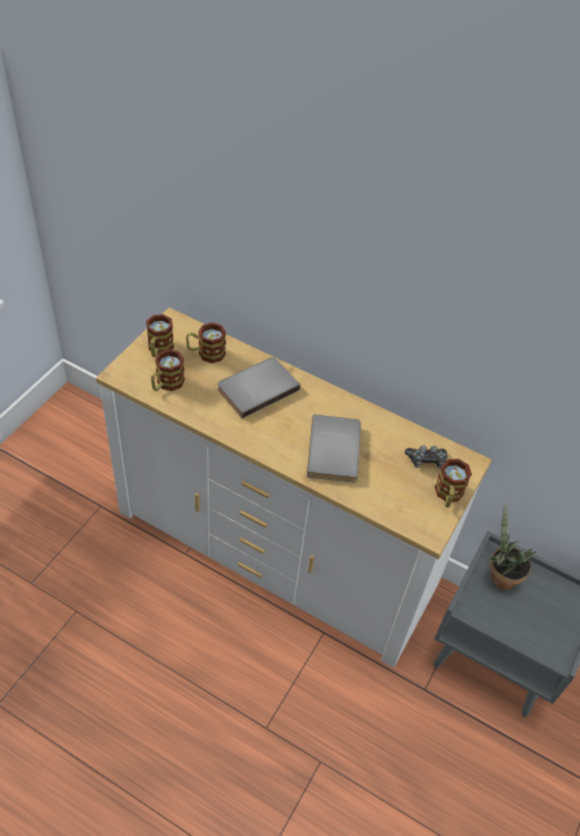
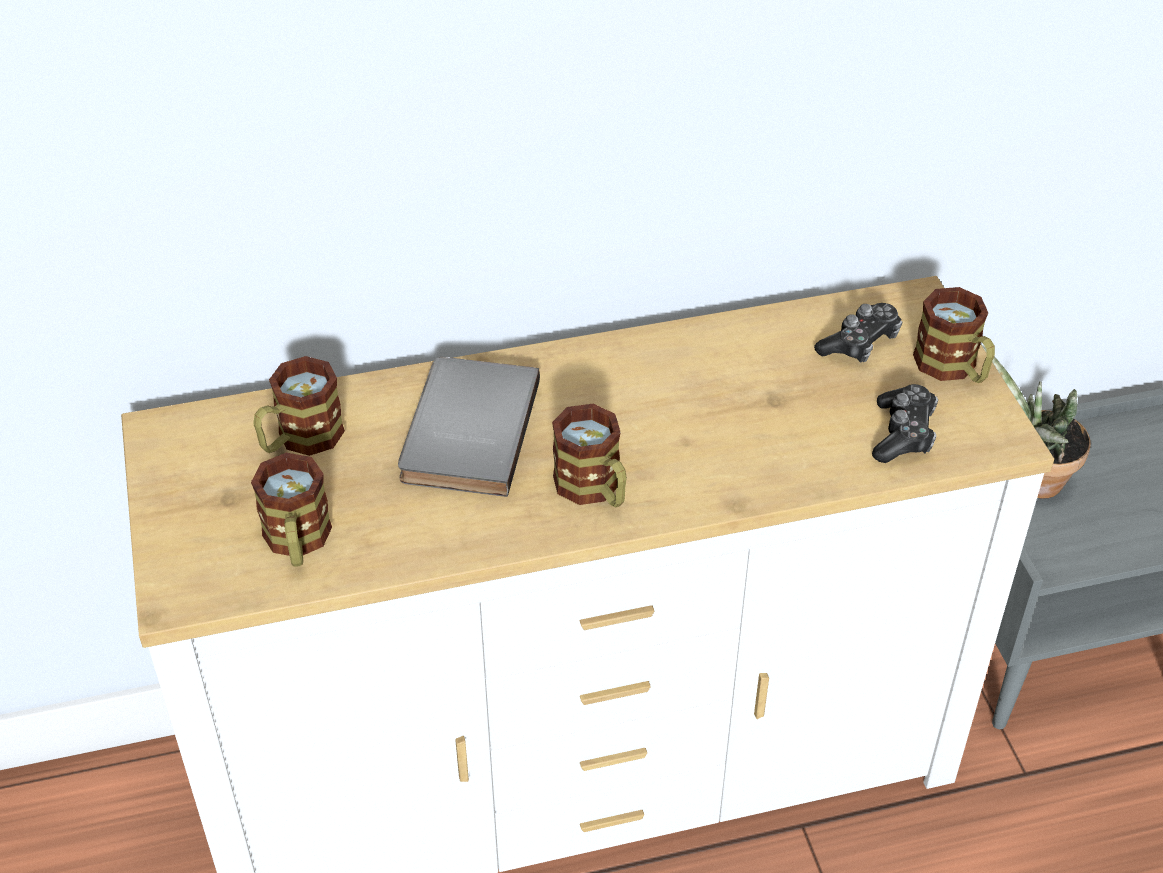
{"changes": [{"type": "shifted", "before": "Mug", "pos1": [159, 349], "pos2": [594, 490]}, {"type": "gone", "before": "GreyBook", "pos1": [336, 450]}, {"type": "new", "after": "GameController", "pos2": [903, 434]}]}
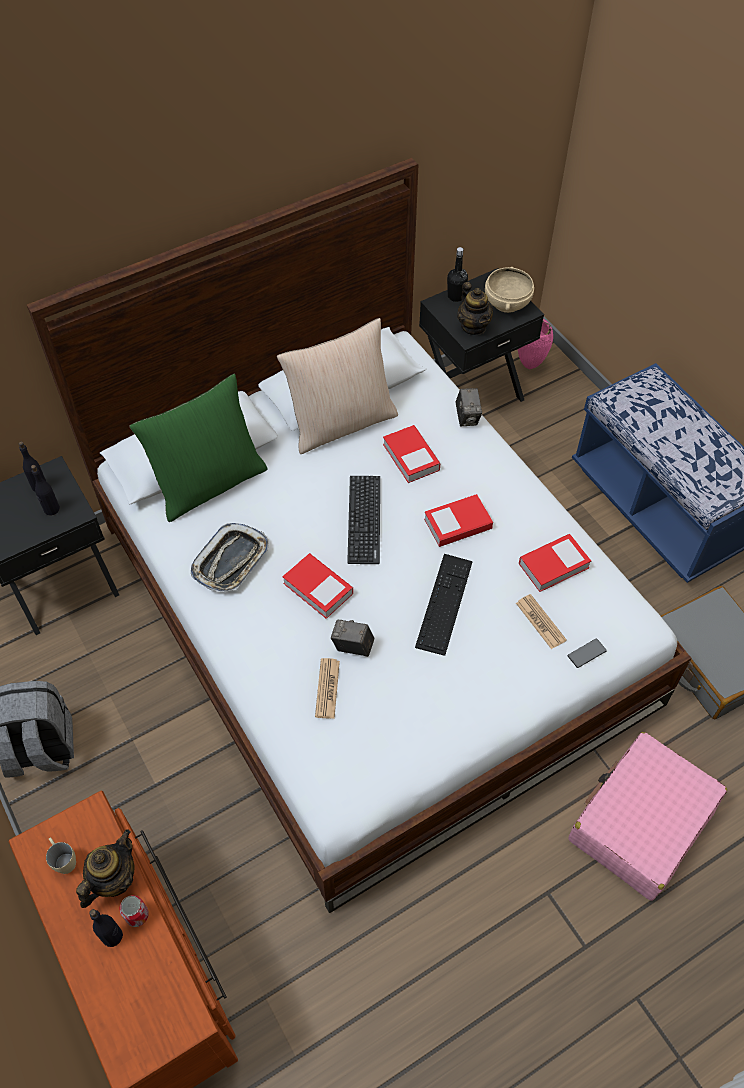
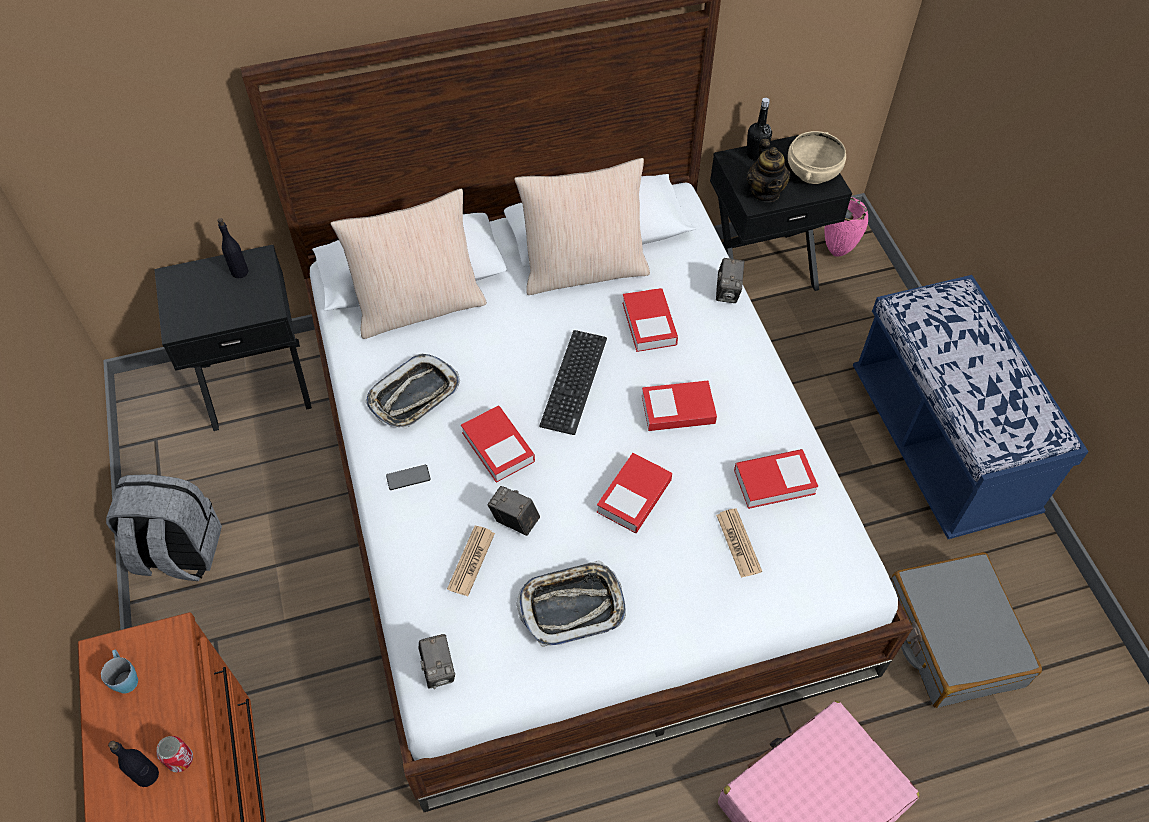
{"changes": [{"type": "repainted", "before": "GreenPillow", "after": "BeigePillow", "pos1": [209, 483], "pos2": [419, 306]}, {"type": "gone", "before": "BlackBottle", "pos1": [51, 509]}, {"type": "swapped", "before": "Keyboard", "after": "Book", "pos1": [444, 603], "pos2": [634, 496]}, {"type": "shifted", "before": "Phone", "pos1": [586, 653], "pos2": [408, 478]}, {"type": "gone", "before": "Teapot", "pos1": [113, 879]}, {"type": "repainted", "before": "BeigeMug", "after": "BlueMug", "pos1": [63, 860], "pos2": [125, 677]}, {"type": "new", "after": "Tray", "pos2": [572, 606]}, {"type": "new", "after": "PhotoCamera", "pos2": [439, 669]}]}
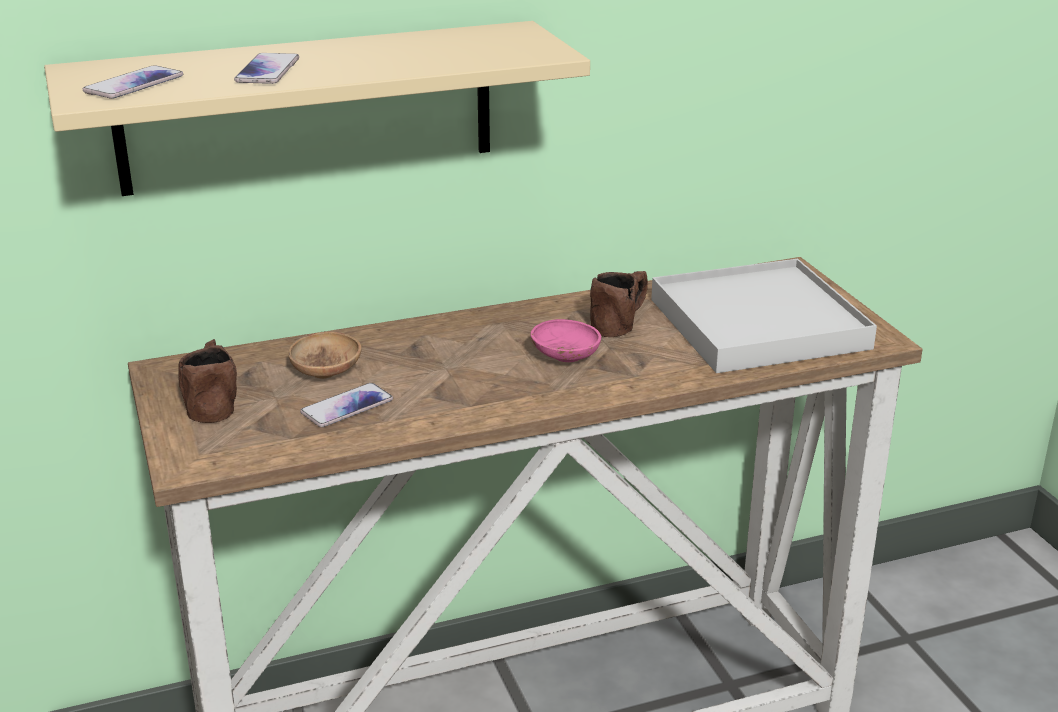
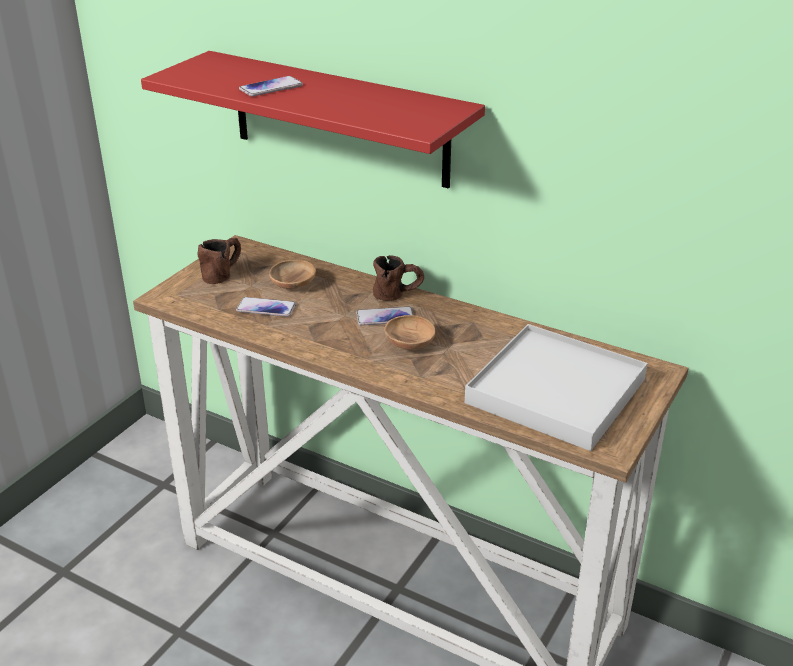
{"changes": [{"type": "repainted", "before": "BeigeShelf", "after": "RedShelf", "pos1": [307, 108], "pos2": [339, 119]}, {"type": "shifted", "before": "Phone", "pos1": [134, 84], "pos2": [385, 317]}, {"type": "shifted", "before": "BrownMug", "pos1": [621, 323], "pos2": [398, 294]}, {"type": "repainted", "before": "PinkBowl", "after": "BrownBowl", "pos1": [565, 357], "pos2": [409, 344]}]}
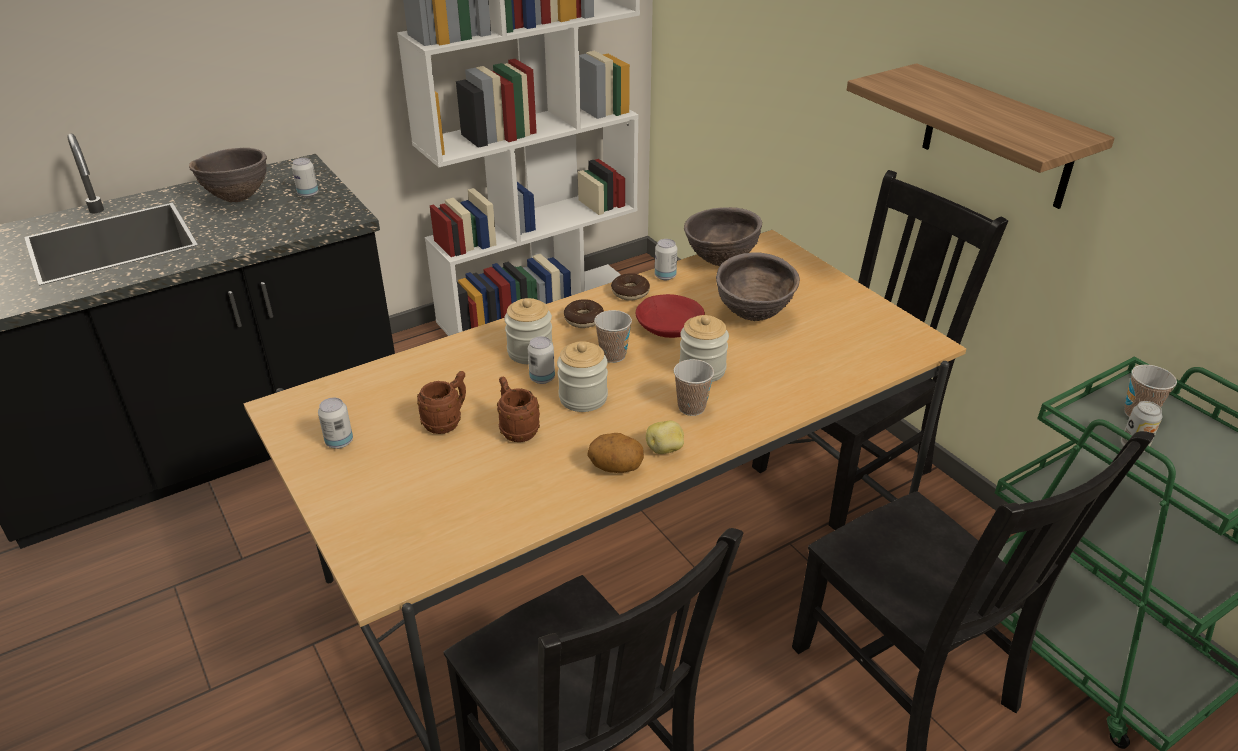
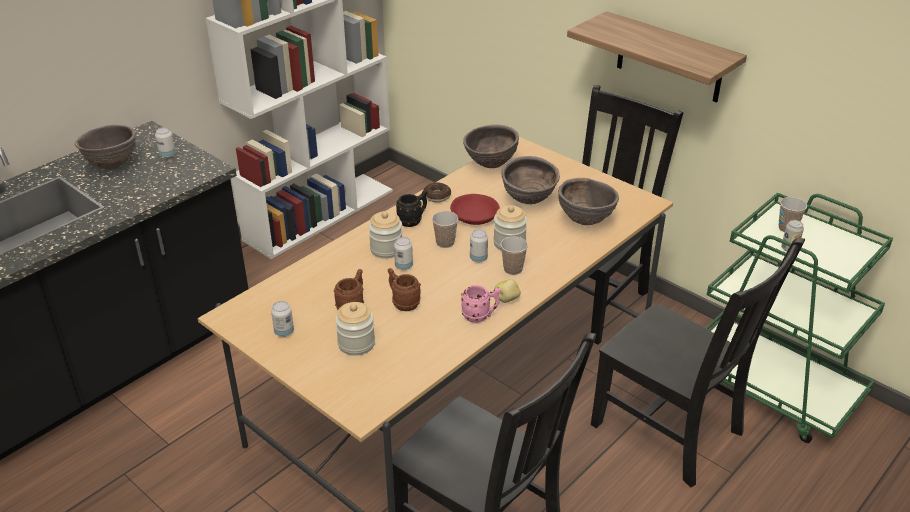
{"changes": [{"type": "shifted", "before": "Can", "pos1": [665, 276], "pos2": [478, 258]}, {"type": "swapped", "before": "Donut", "after": "BlackMug", "pos1": [583, 319], "pos2": [413, 220]}, {"type": "shifted", "before": "Jar", "pos1": [583, 398], "pos2": [356, 344]}, {"type": "swapped", "before": "Potato", "after": "PinkMug", "pos1": [616, 467], "pos2": [480, 316]}, {"type": "new", "after": "BrownBowl", "pos2": [585, 221]}]}
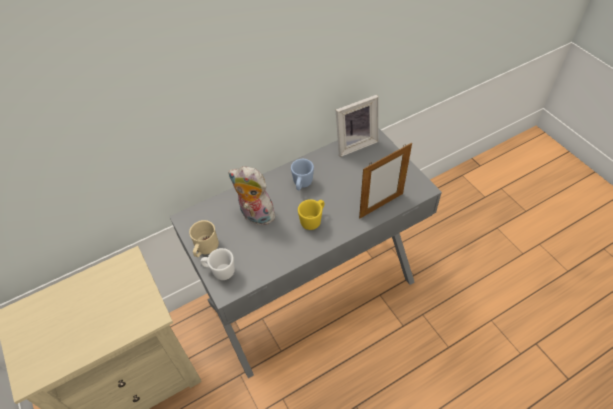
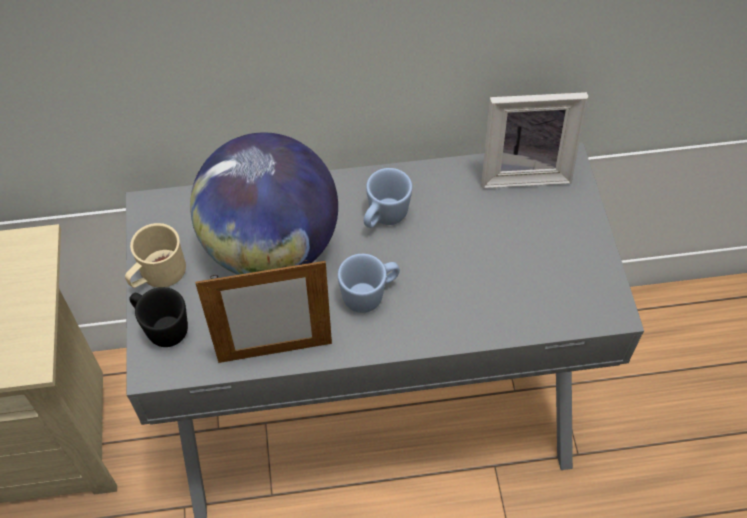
{"changes": [{"type": "shifted", "before": "PictureFrame", "pos1": [381, 205], "pos2": [275, 352]}, {"type": "swapped", "before": "PlushToy", "after": "Globe", "pos1": [255, 216], "pos2": [271, 247]}, {"type": "repainted", "before": "YellowMug", "after": "BlueMug", "pos1": [313, 220], "pos2": [370, 295]}, {"type": "repainted", "before": "WhiteMug", "after": "BlackMug", "pos1": [220, 271], "pos2": [162, 327]}]}
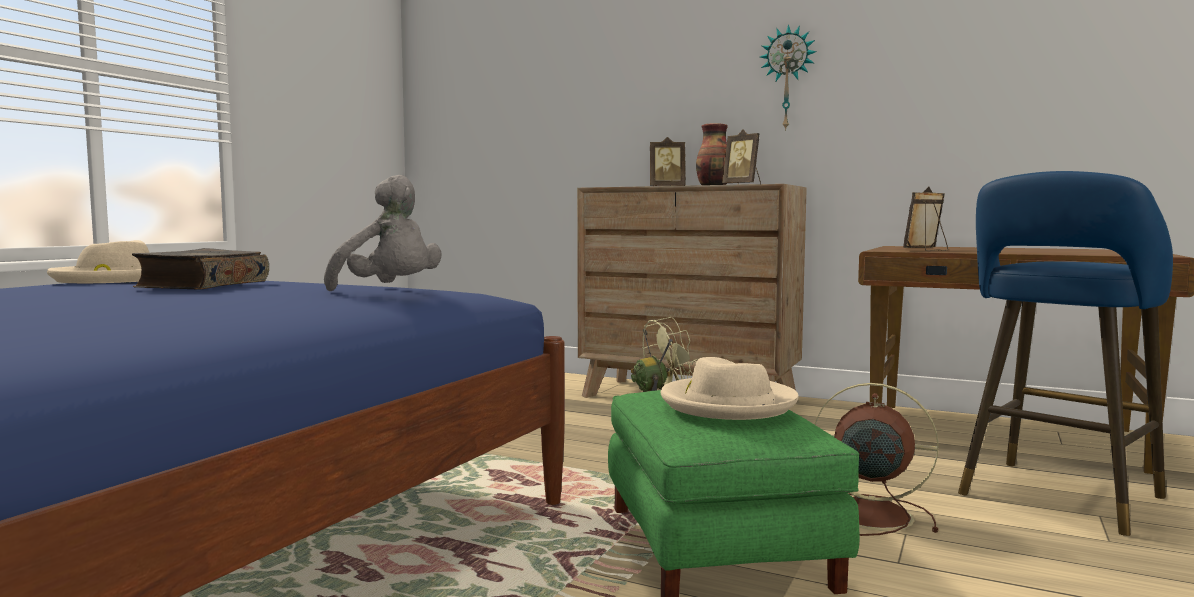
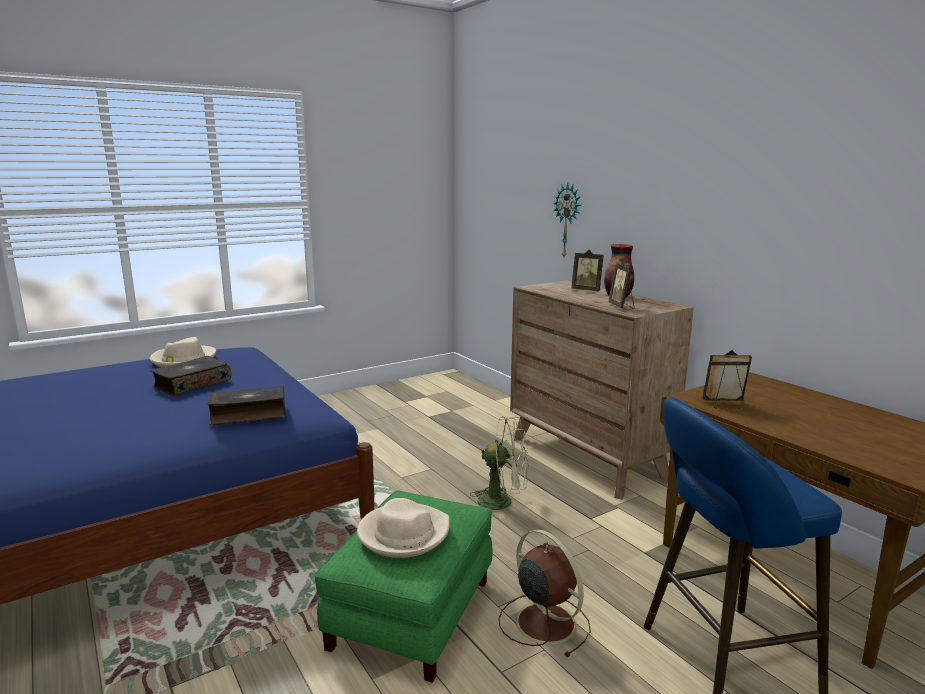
{"changes": [{"type": "shifted", "before": "WallClock", "pos1": [788, 78], "pos2": [568, 221]}, {"type": "swapped", "before": "GreyPlushToy", "after": "Book", "pos1": [390, 291], "pos2": [248, 414]}]}
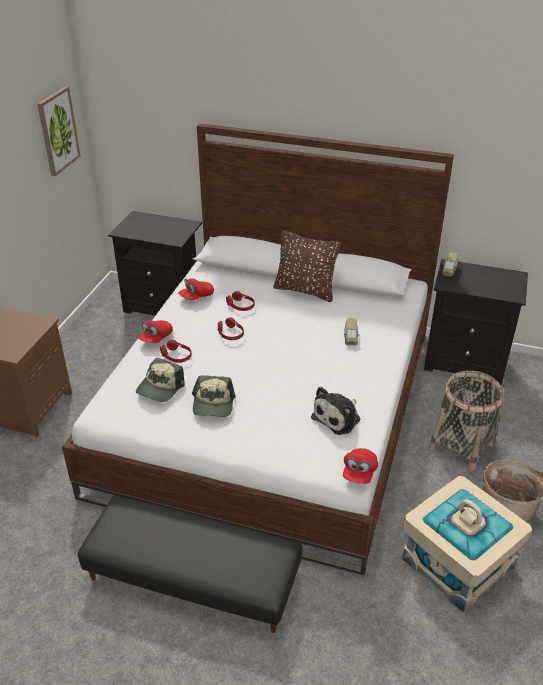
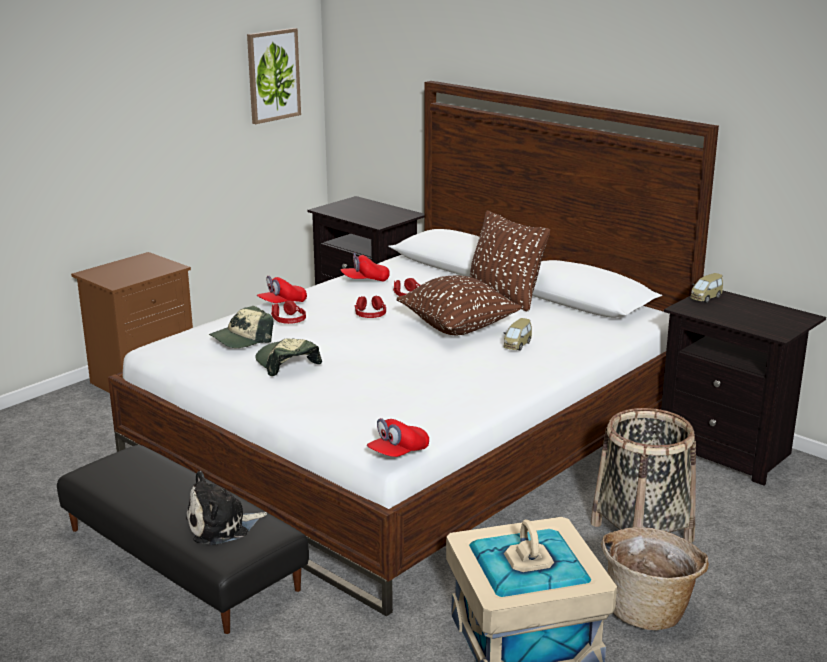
{"changes": [{"type": "rotated", "before": "Cap", "pos1": [213, 404], "pos2": [286, 363], "turn": 120}, {"type": "shifted", "before": "PlushToy", "pos1": [338, 417], "pos2": [222, 526]}, {"type": "new", "after": "BrownPillow", "pos2": [458, 327]}]}
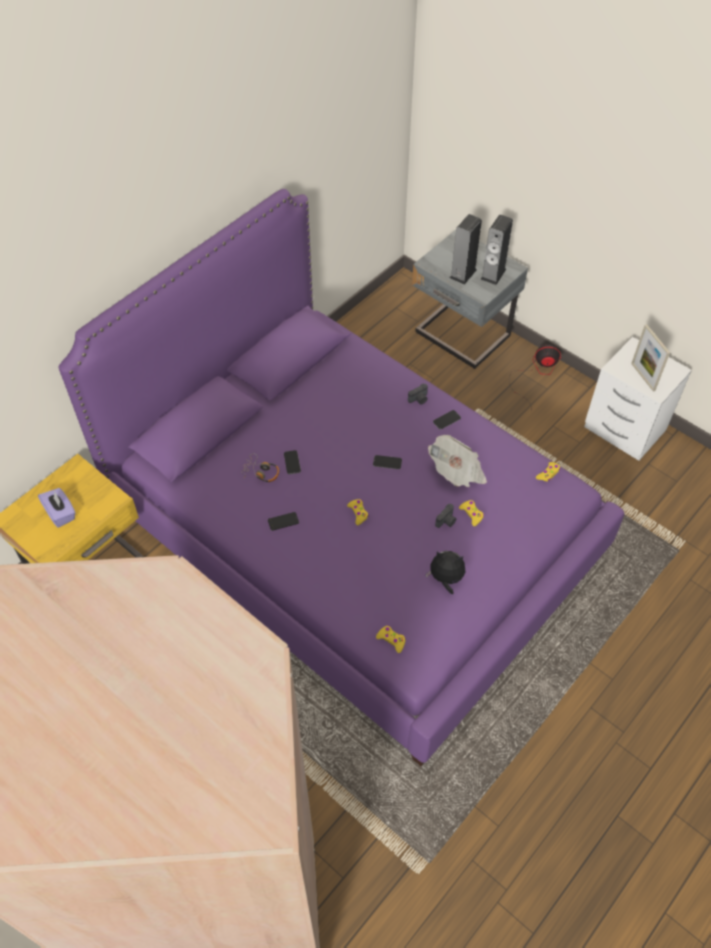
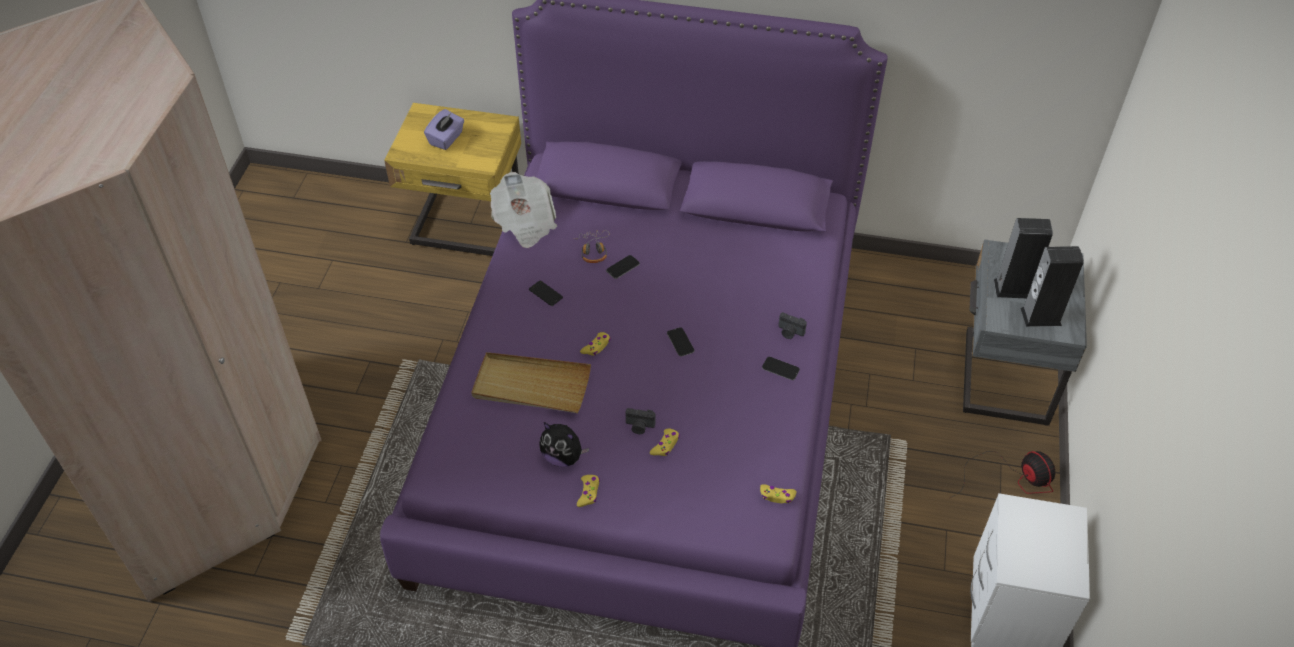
{"changes": [{"type": "gone", "before": "PictureFrame", "pos1": [643, 377]}, {"type": "shifted", "before": "Newspaper", "pos1": [457, 472], "pos2": [525, 223]}, {"type": "rotated", "before": "PlushToy", "pos1": [446, 579], "pos2": [563, 457], "turn": 135}, {"type": "shifted", "before": "YellowGameController", "pos1": [391, 640], "pos2": [588, 493]}, {"type": "new", "after": "BeigeTray", "pos2": [531, 386]}]}
